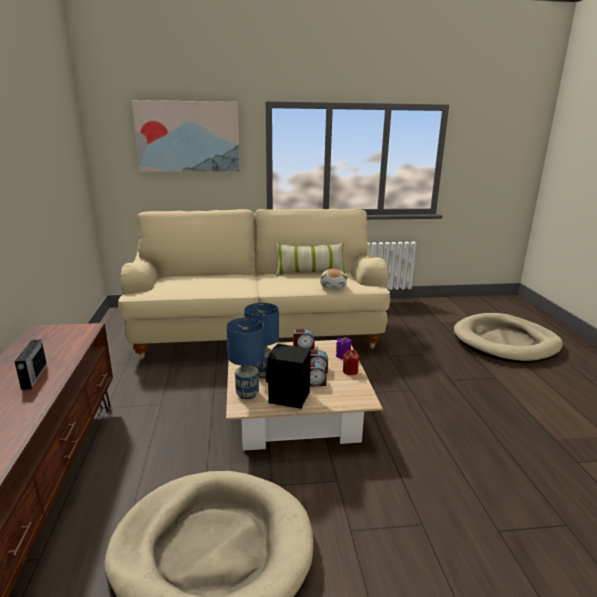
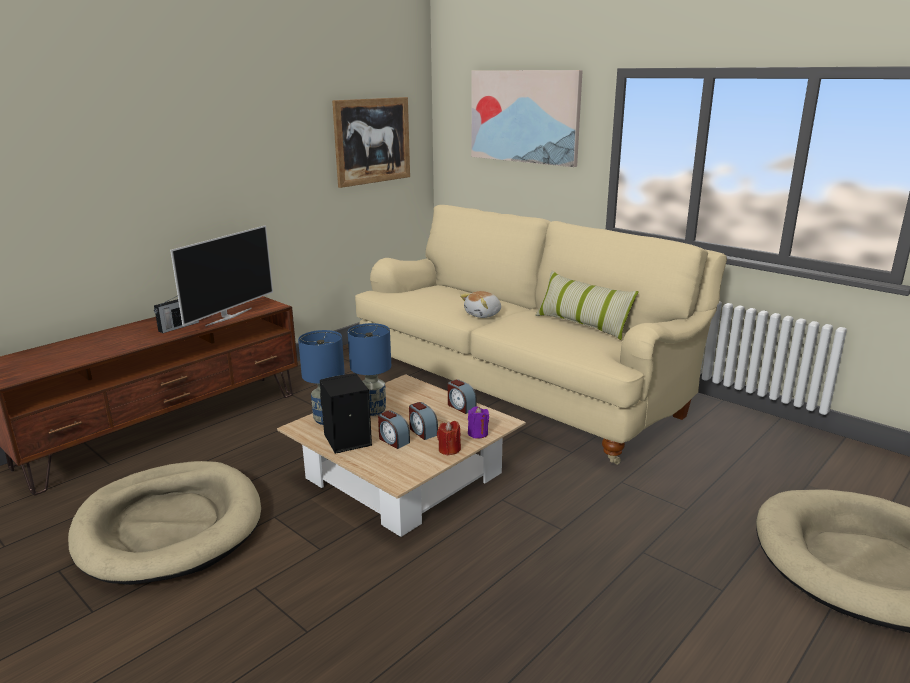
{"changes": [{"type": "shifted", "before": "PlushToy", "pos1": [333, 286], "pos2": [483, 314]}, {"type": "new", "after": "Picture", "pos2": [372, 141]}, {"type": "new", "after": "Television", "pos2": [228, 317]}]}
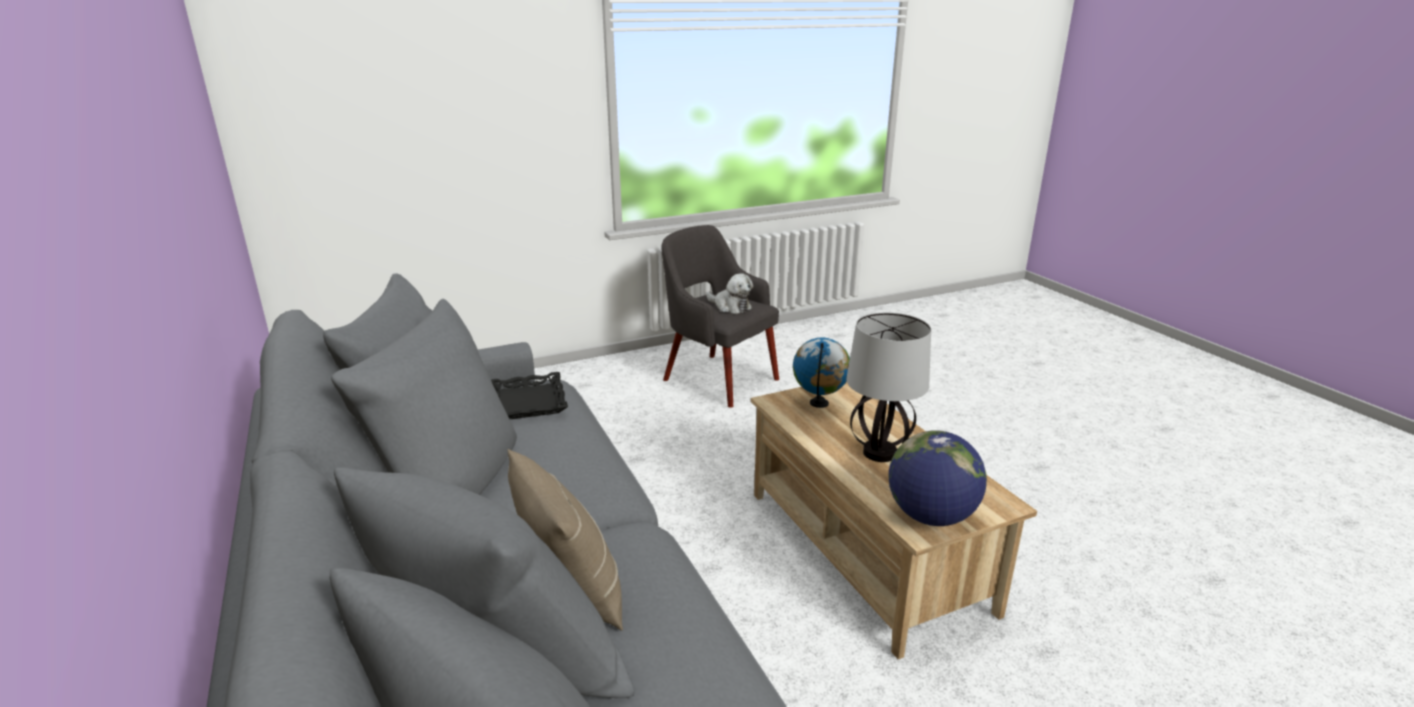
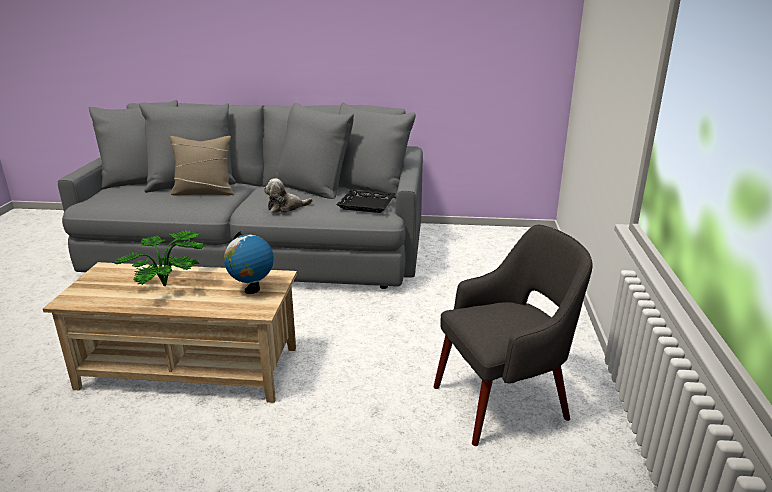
{"changes": [{"type": "shifted", "before": "PlushToy", "pos1": [730, 307], "pos2": [286, 207]}, {"type": "swapped", "before": "TableLamp", "after": "PottedPlant", "pos1": [880, 453], "pos2": [169, 286]}, {"type": "gone", "before": "Globe", "pos1": [931, 516]}]}
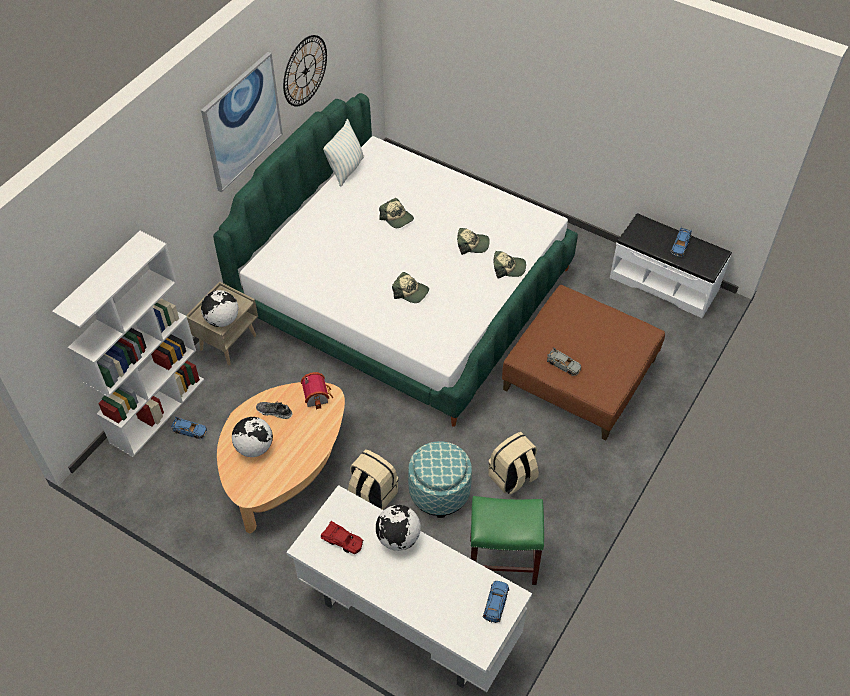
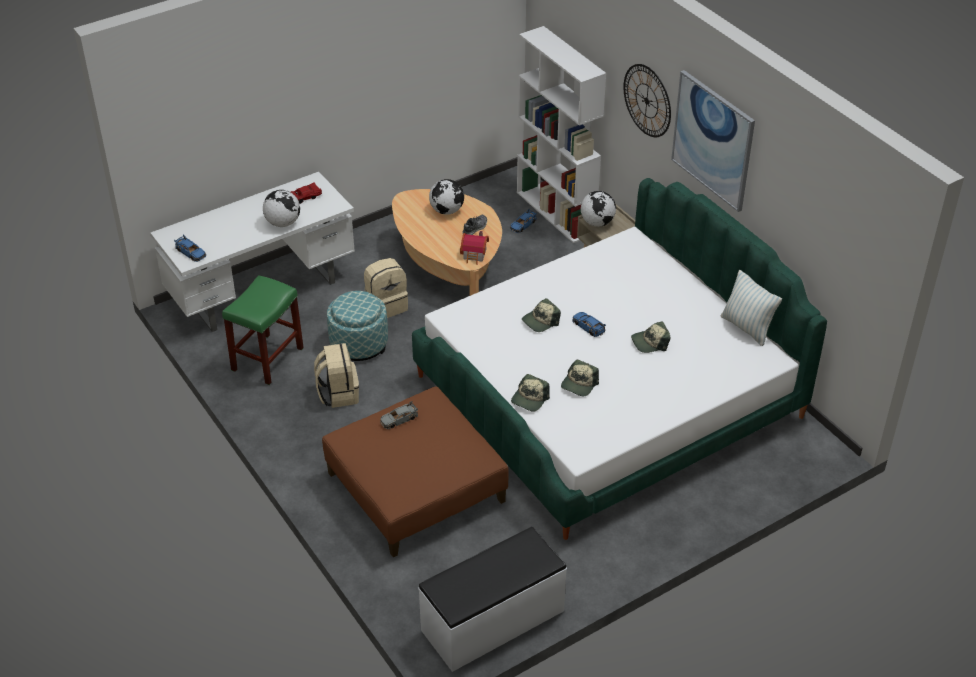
{"changes": [{"type": "shifted", "before": "WallClock", "pos1": [305, 71], "pos2": [647, 100]}, {"type": "shifted", "before": "BlueToyCar", "pos1": [680, 245], "pos2": [588, 327]}]}
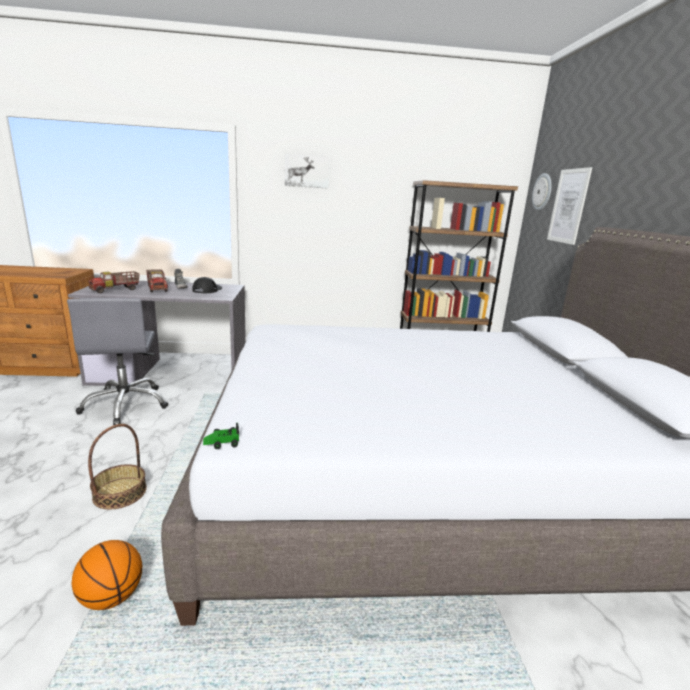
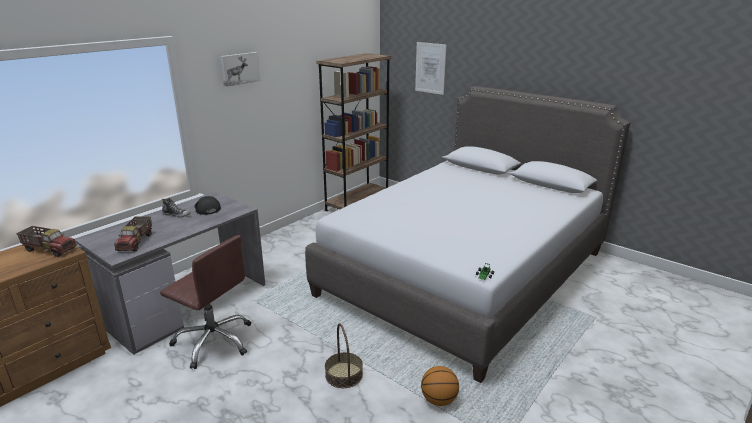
{"changes": [{"type": "gone", "before": "WallClock", "pos1": [542, 192]}, {"type": "shifted", "before": "ToyTruck", "pos1": [157, 288], "pos2": [50, 249]}, {"type": "repainted", "before": "GreyOfficeChair", "after": "BrownOfficeChair", "pos1": [126, 404], "pos2": [214, 341]}]}
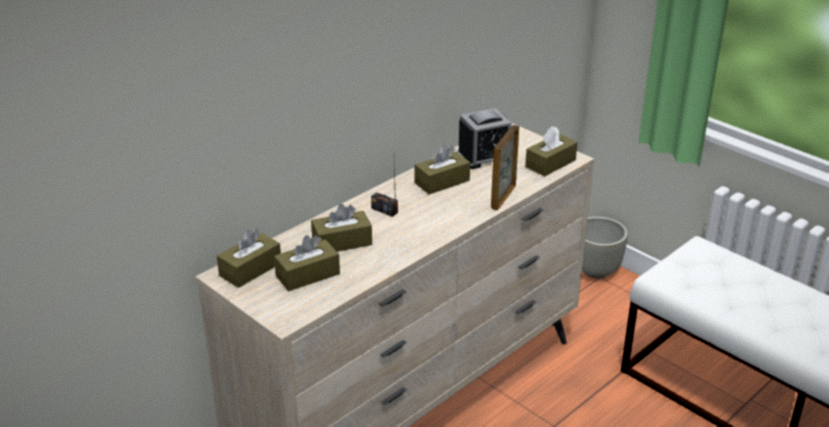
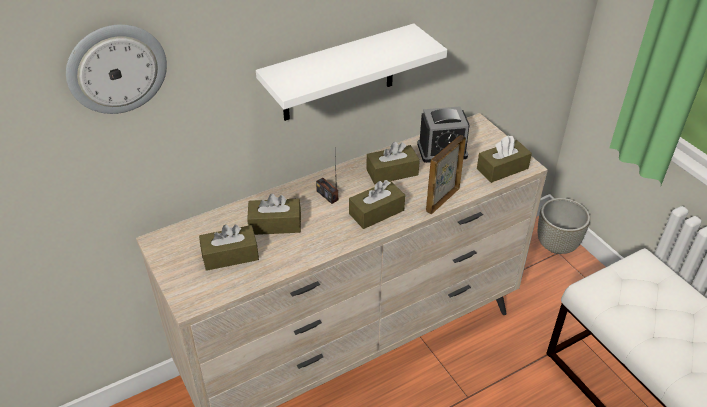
{"changes": [{"type": "shifted", "before": "BrownTissueBox", "pos1": [250, 269], "pos2": [376, 212]}, {"type": "new", "after": "WhiteShelf", "pos2": [338, 74]}, {"type": "new", "after": "WallClock", "pos2": [116, 69]}]}
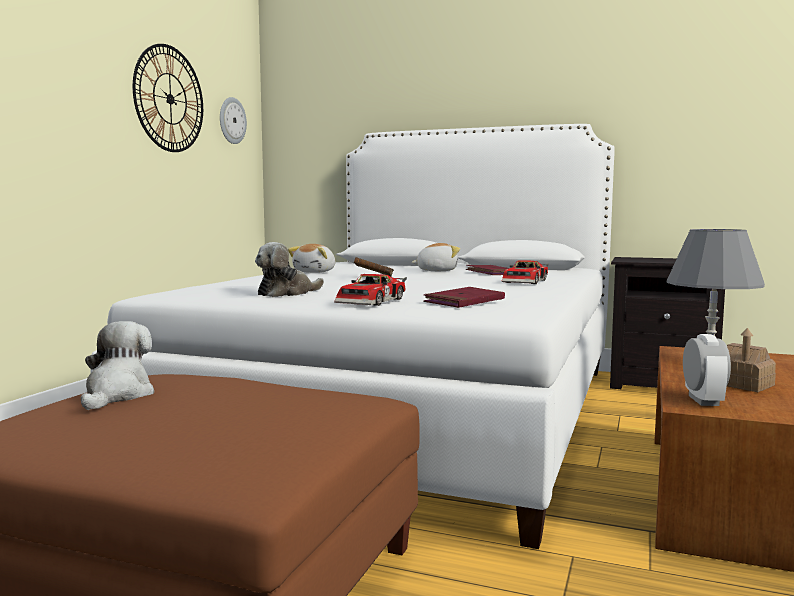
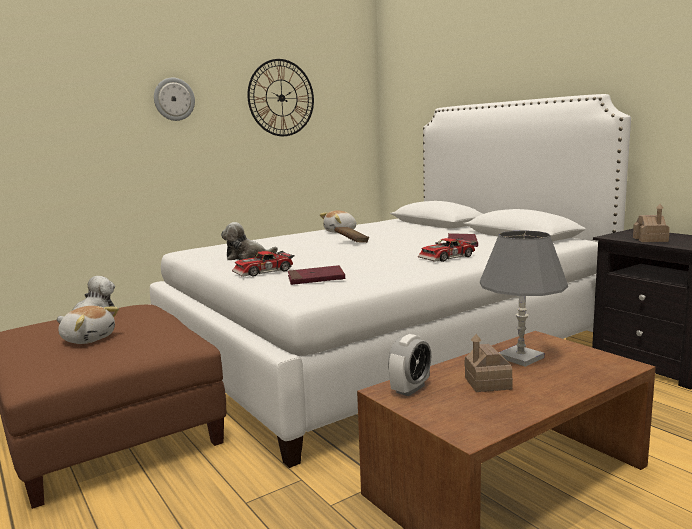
{"changes": [{"type": "shifted", "before": "WallClock", "pos1": [232, 120], "pos2": [174, 99]}, {"type": "shifted", "before": "PlushToy", "pos1": [436, 271], "pos2": [88, 339]}, {"type": "new", "after": "ToyHouse", "pos2": [650, 240]}]}
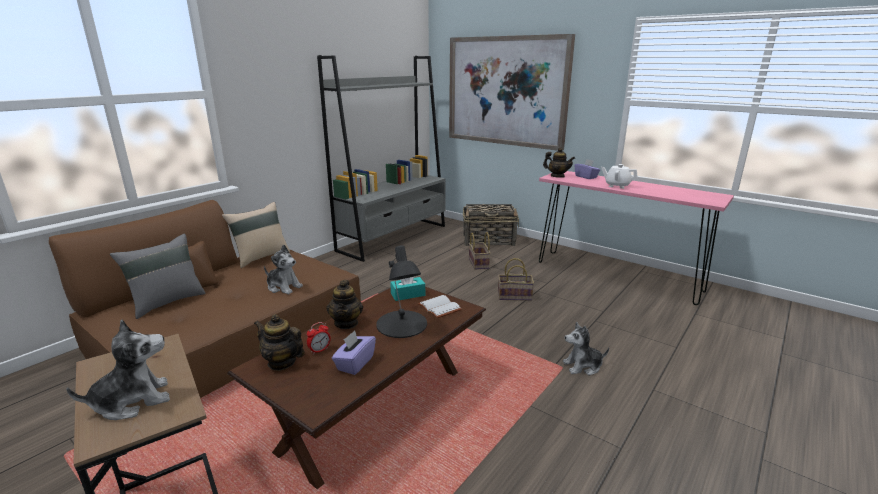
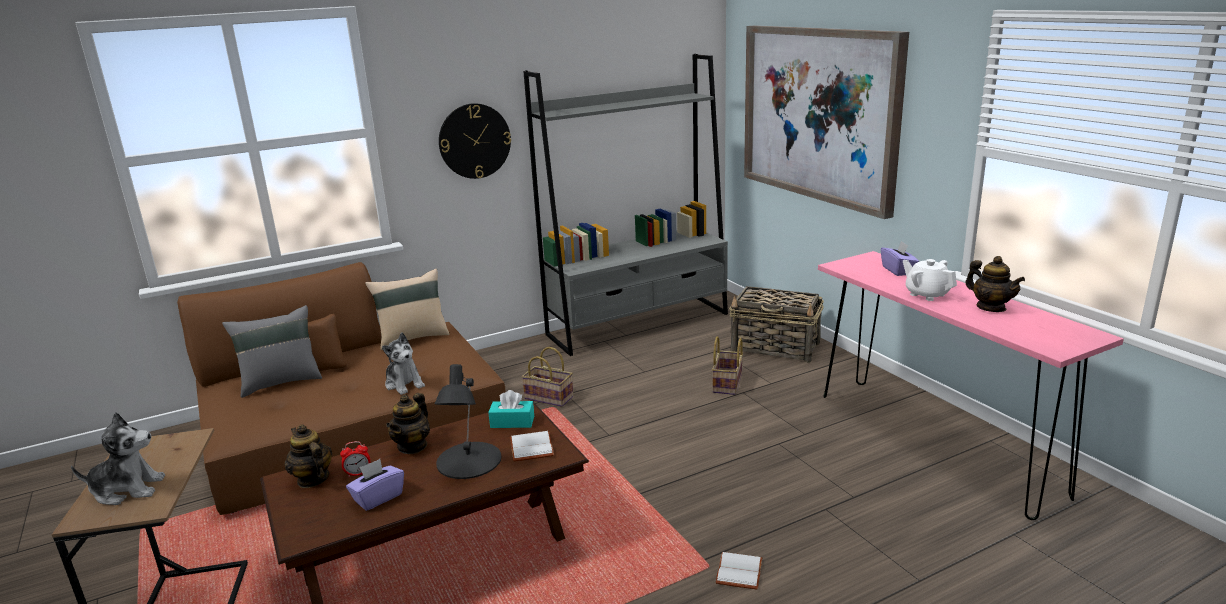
{"changes": [{"type": "shifted", "before": "Teapot", "pos1": [557, 176], "pos2": [991, 308]}, {"type": "shifted", "before": "Basket", "pos1": [515, 296], "pos2": [550, 397]}, {"type": "swapped", "before": "PlushToy", "after": "WhiteBook", "pos1": [583, 366], "pos2": [740, 572]}, {"type": "new", "after": "WallClock", "pos2": [474, 141]}]}
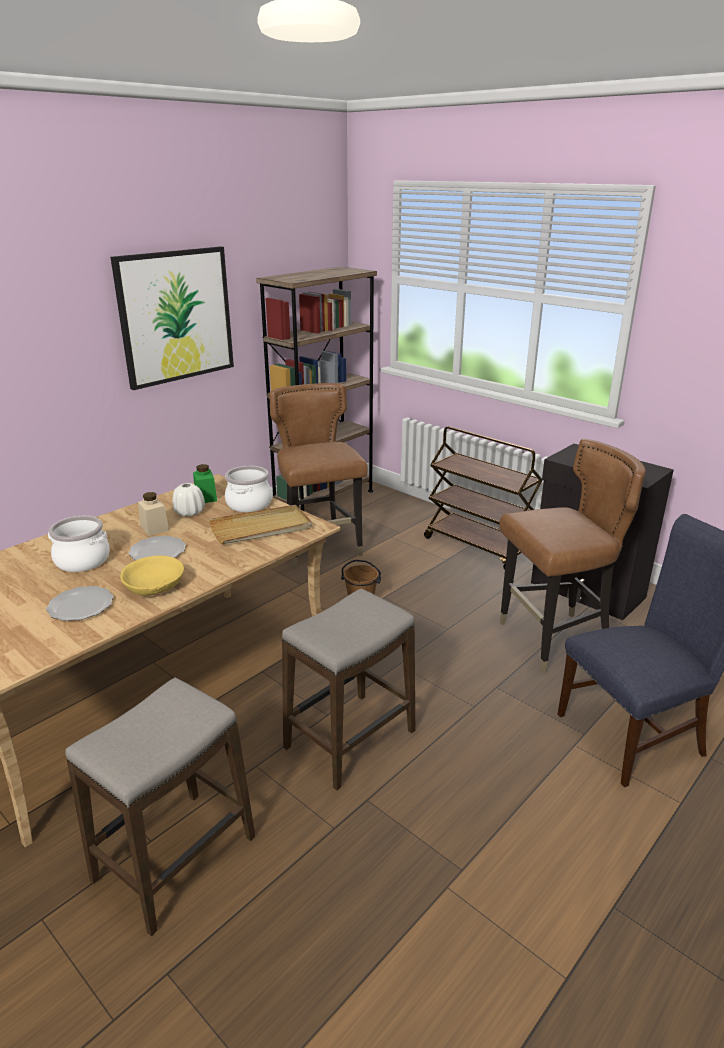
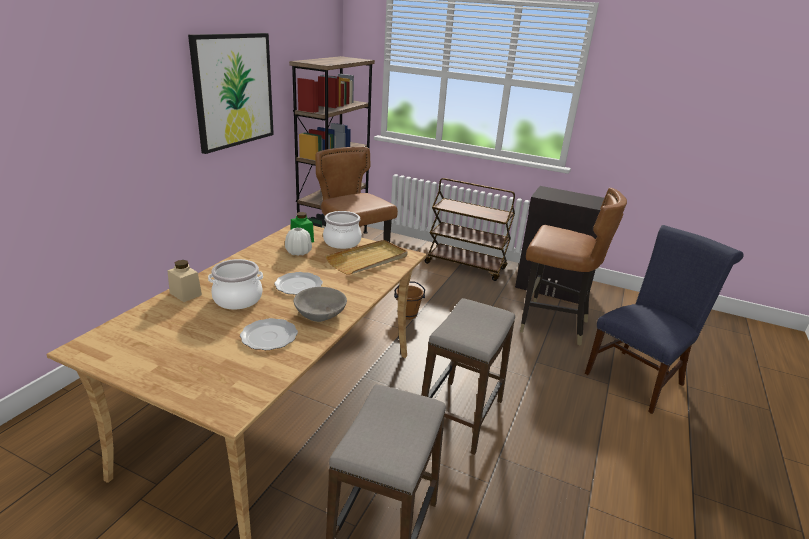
{"changes": [{"type": "rotated", "before": "BrownChair", "pos1": [553, 640], "pos2": [552, 324], "turn": 60}, {"type": "shifted", "before": "BeigeJar", "pos1": [154, 528], "pos2": [185, 294]}, {"type": "repainted", "before": "YellowBowl", "after": "GreyBowl", "pos1": [154, 586], "pos2": [320, 313]}]}
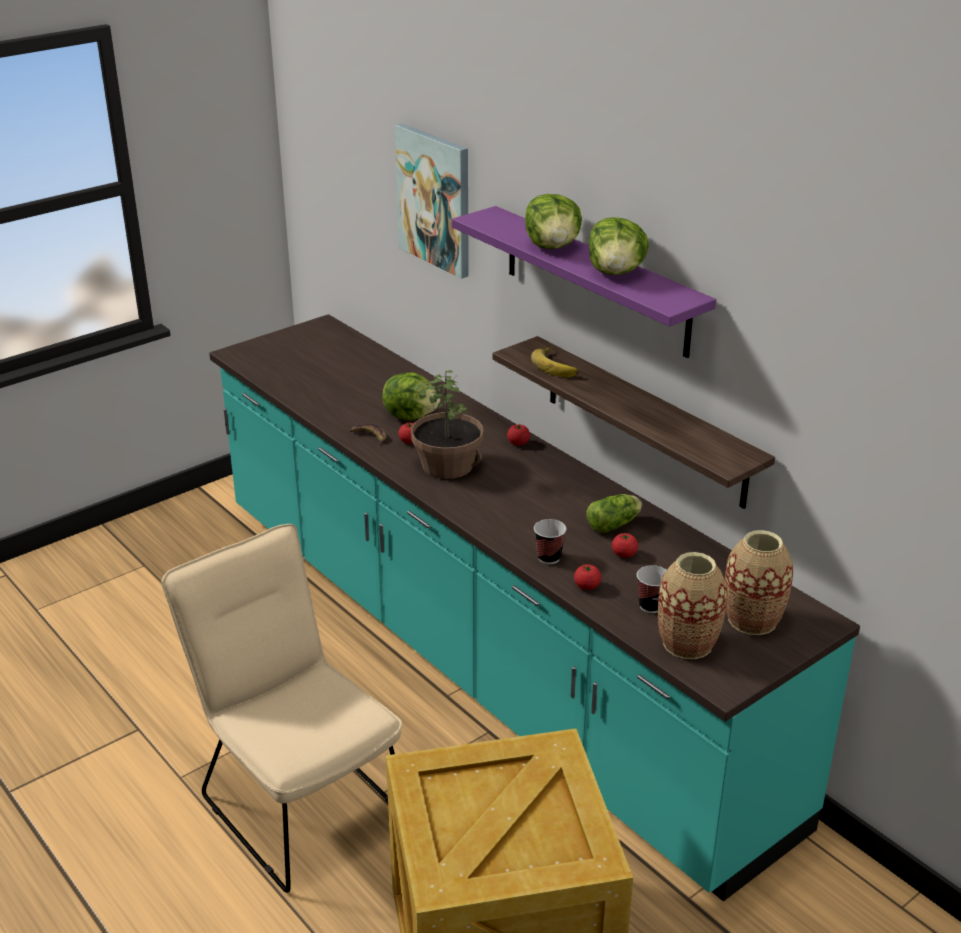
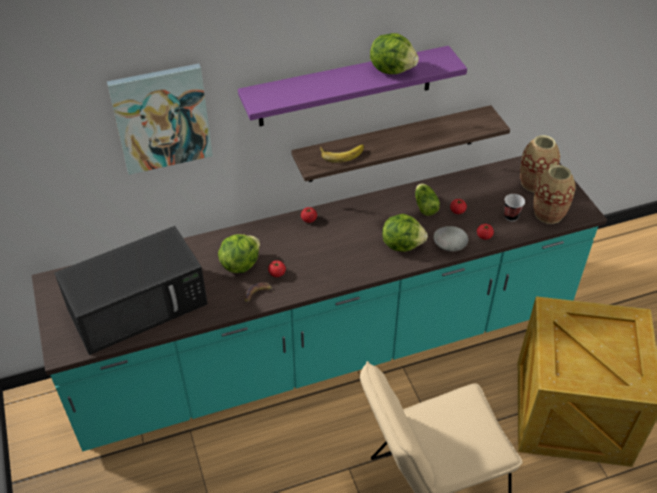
{"changes": [{"type": "shifted", "before": "Lettuce", "pos1": [553, 247], "pos2": [402, 244]}, {"type": "gone", "before": "PottedPlant", "pos1": [448, 465]}, {"type": "swapped", "before": "Cup", "after": "GreyBowl", "pos1": [549, 557], "pos2": [449, 244]}, {"type": "new", "after": "BlackMicrowave", "pos2": [139, 305]}]}
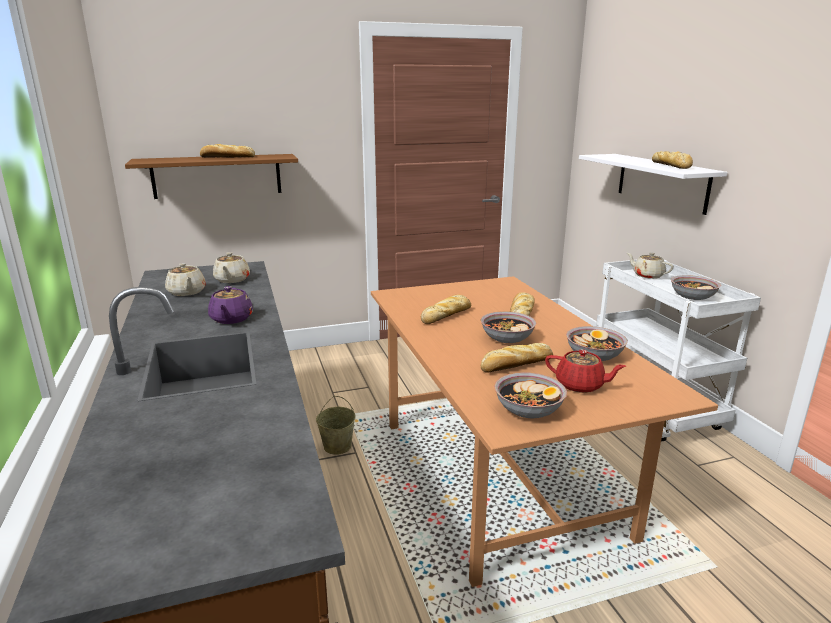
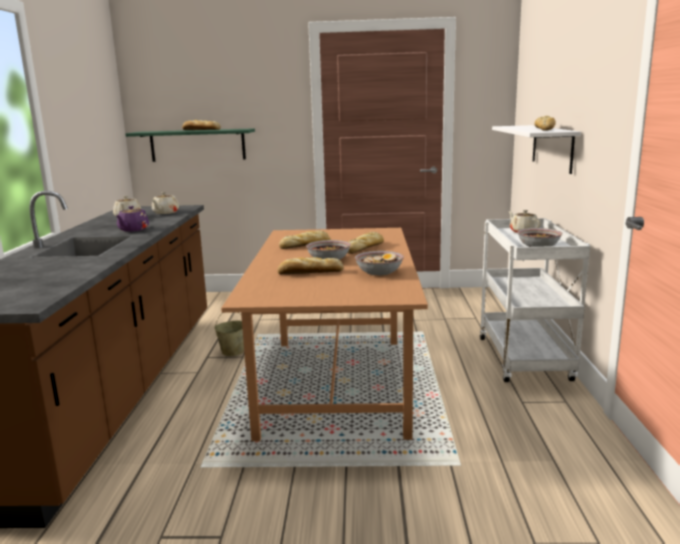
{"changes": [{"type": "repainted", "before": "BrownShelf", "after": "GreenShelf", "pos1": [217, 176], "pos2": [197, 145]}, {"type": "gone", "before": "RedTeapot", "pos1": [580, 385]}, {"type": "gone", "before": "Bowl", "pos1": [528, 409]}]}
